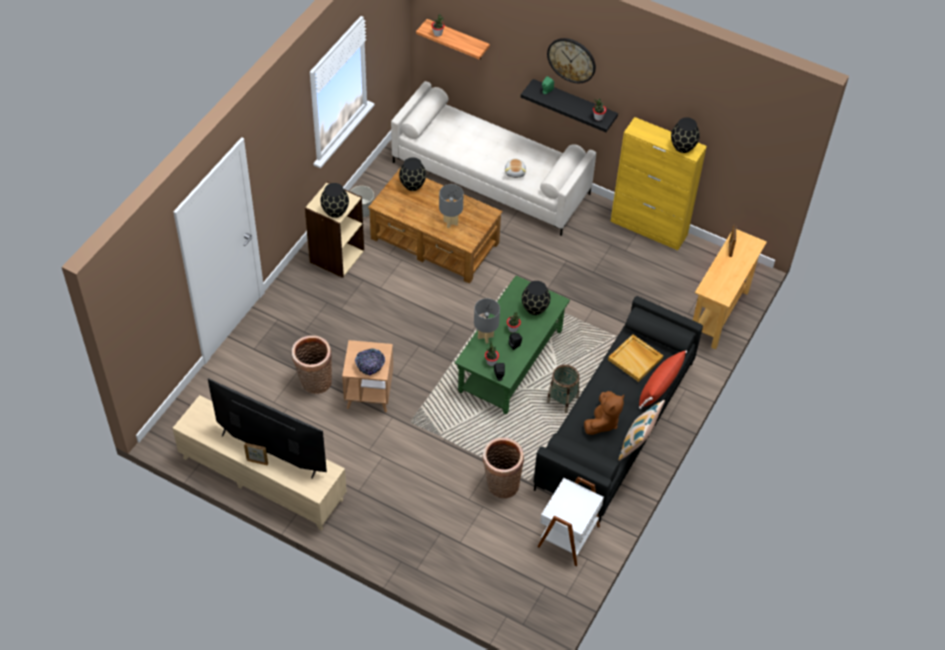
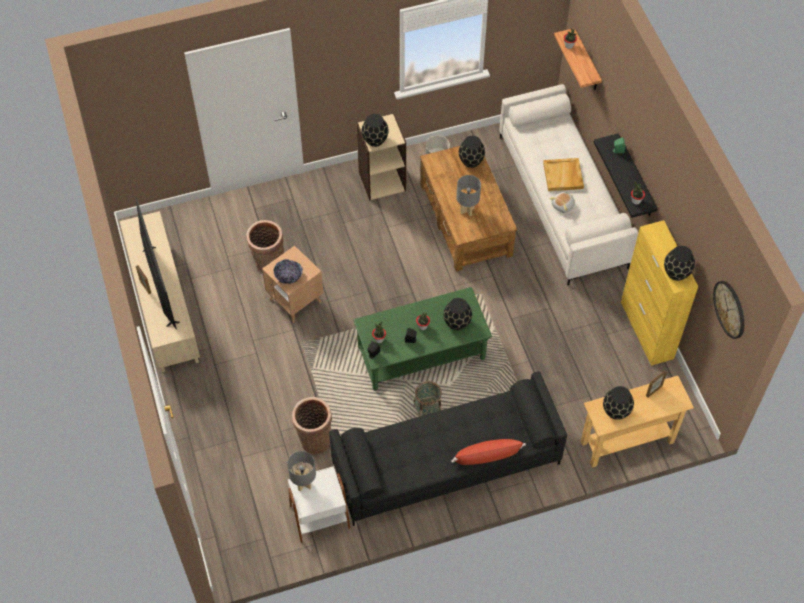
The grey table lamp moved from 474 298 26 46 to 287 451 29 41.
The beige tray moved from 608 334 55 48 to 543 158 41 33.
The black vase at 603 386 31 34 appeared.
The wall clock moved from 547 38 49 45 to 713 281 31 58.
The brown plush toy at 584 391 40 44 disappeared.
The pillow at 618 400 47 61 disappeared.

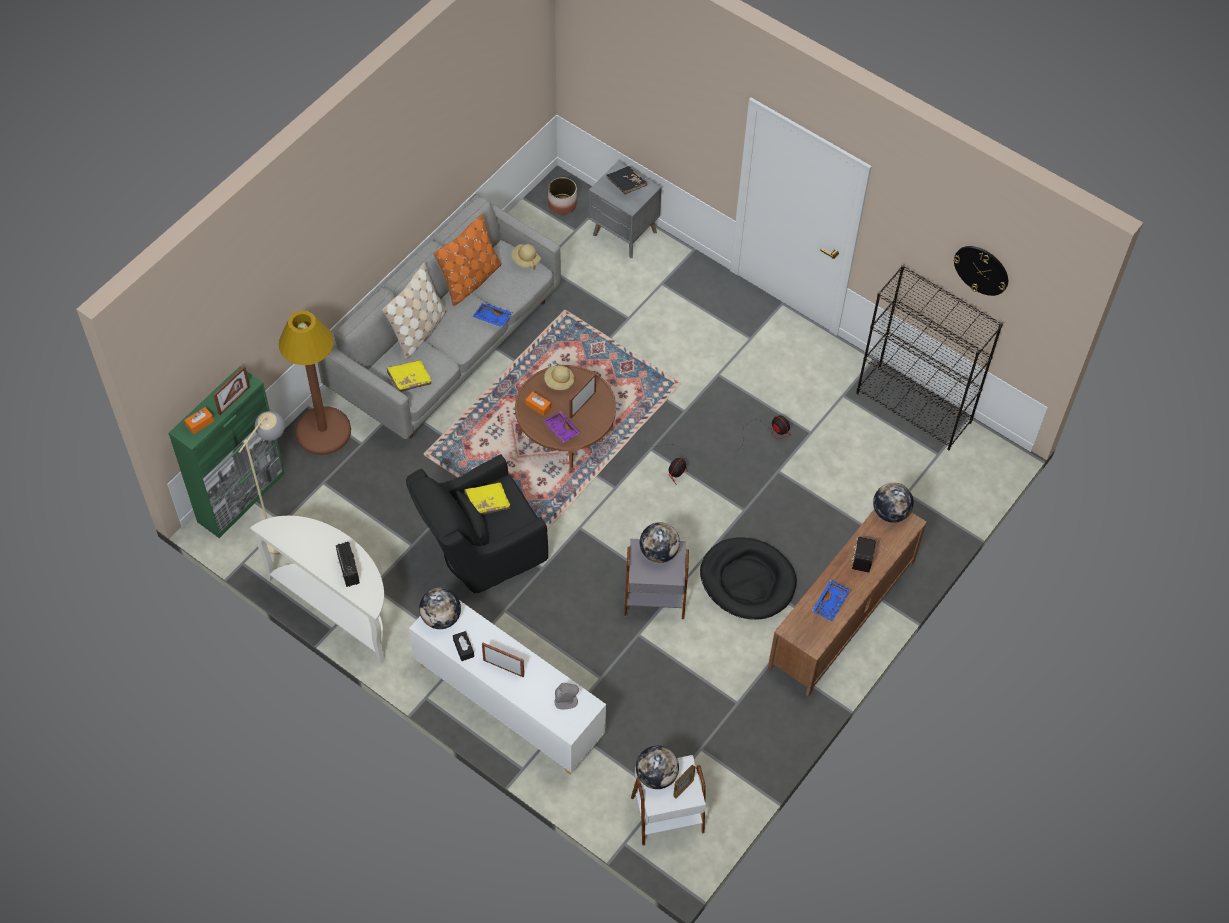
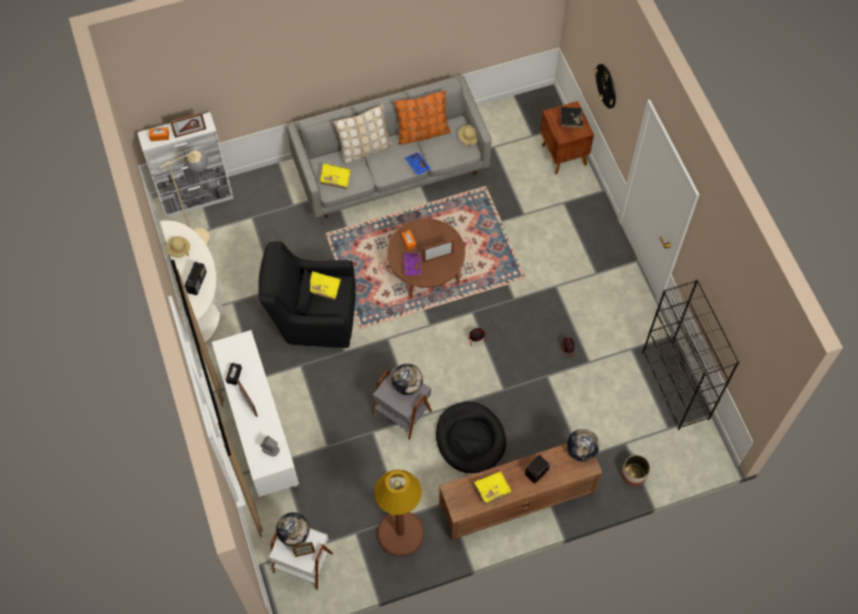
The green cabinet at 169 366 116 172 became the white cabinet at 137 112 97 106.
The beige hat moved from 544 366 31 24 to 165 236 25 22.
The brown floor lamp moved from 279 310 72 145 to 374 470 50 87.
The blue tray at 812 580 38 41 was replaced by the yellow book at 473 471 38 34.
The grey nightstand at 588 161 74 97 became the brown nightstand at 540 101 54 73.
The wall clock moved from 953 246 55 50 to 594 64 22 45.
The planter moved from 548 177 29 38 to 621 455 29 31.
The globe at 419 588 42 41 disappeared.

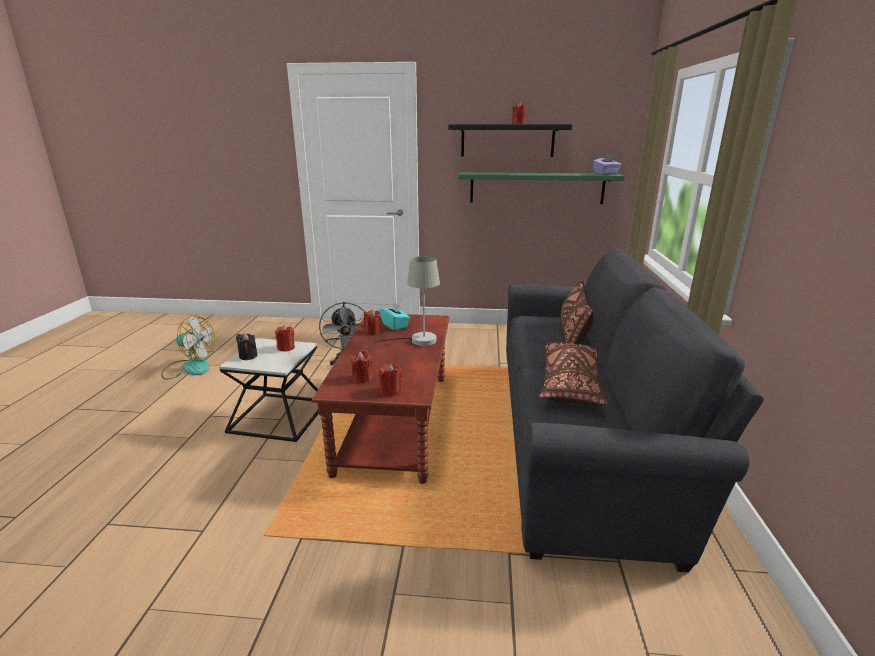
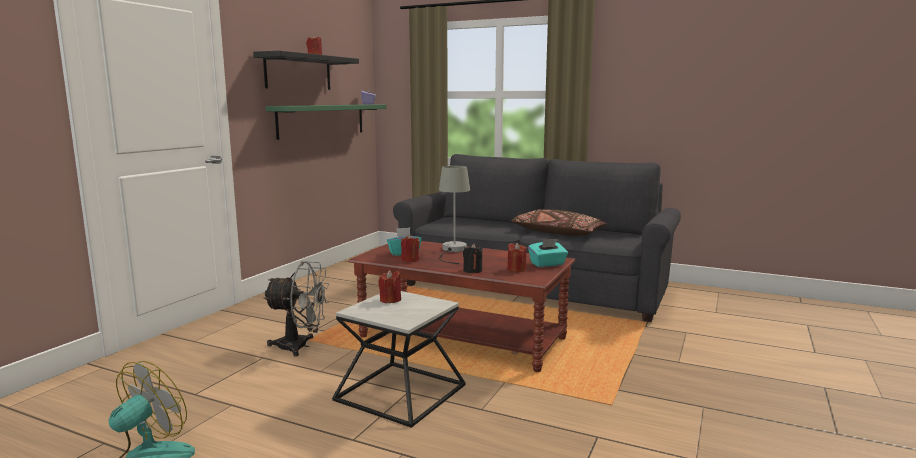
The black candle moved from 236 333 21 27 to 463 244 20 29.
The red candle at 379 364 23 33 was replaced by the turquoise tissue box at 528 239 40 28.
The brown pillow at 561 281 33 63 disappeared.

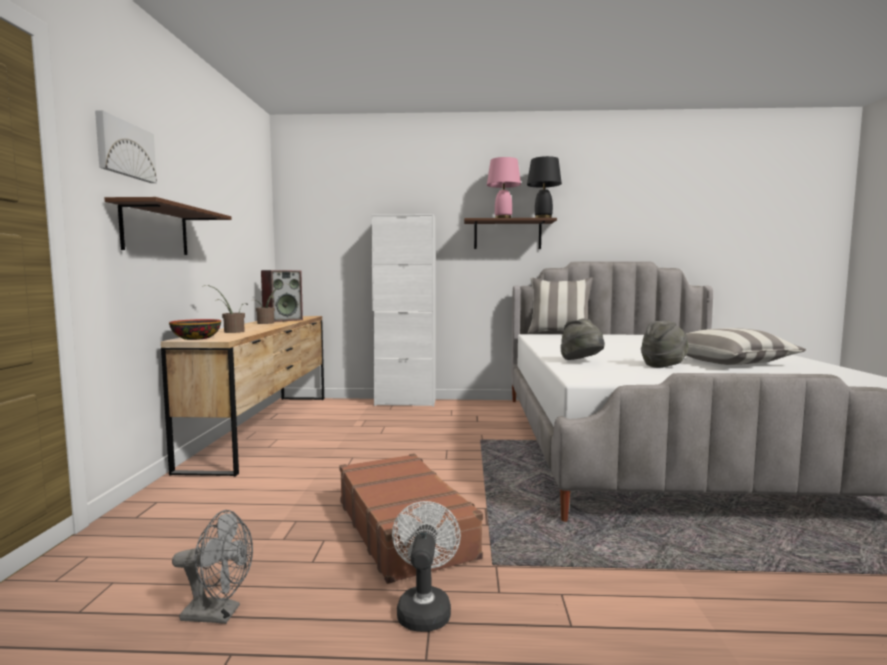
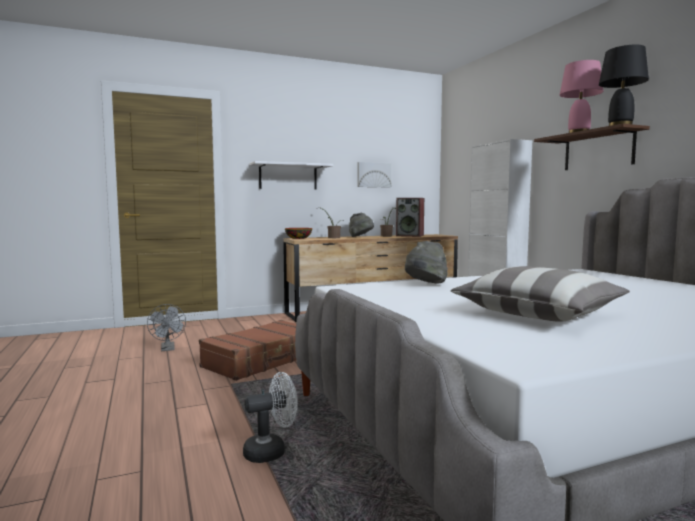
The white fan moved from 392 501 69 131 to 243 372 55 91.
The brown shelf at 105 197 127 58 became the white shelf at 249 161 84 29.
The grey hat moved from 641 320 47 48 to 349 213 25 24.
The picture moved from 95 110 62 73 to 357 162 35 26.
The pillow at 528 277 65 57 disappeared.

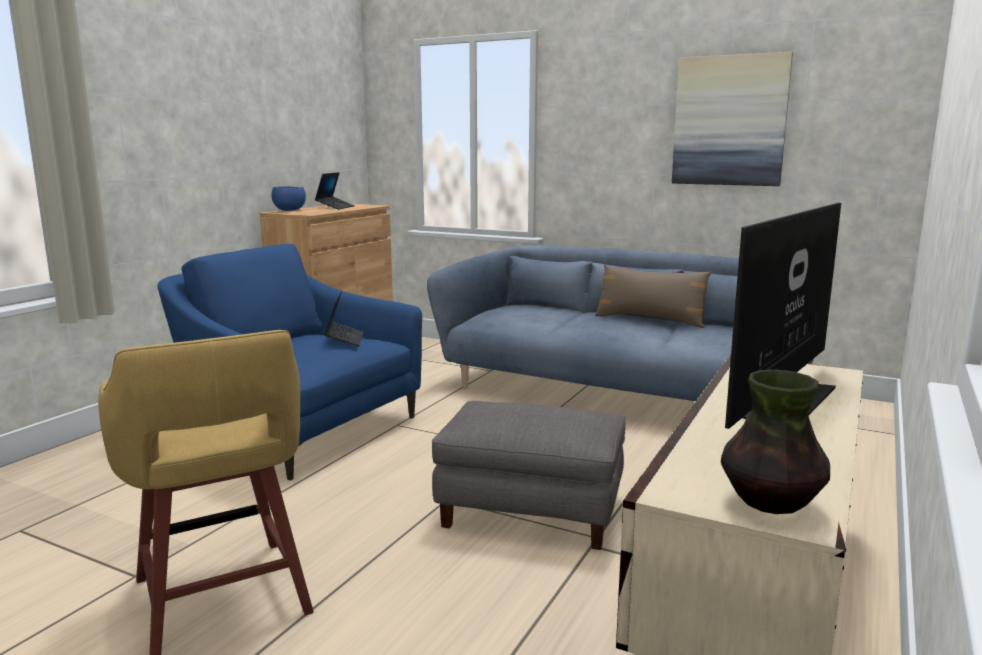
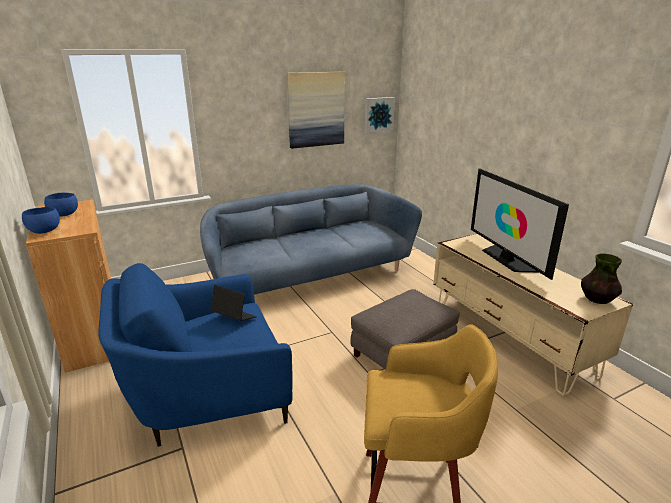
The laptop at 315 172 39 38 was replaced by the blue bowl at 44 193 34 24.
The picture at 364 97 31 36 appeared.
The brown pillow at 595 264 116 64 disappeared.

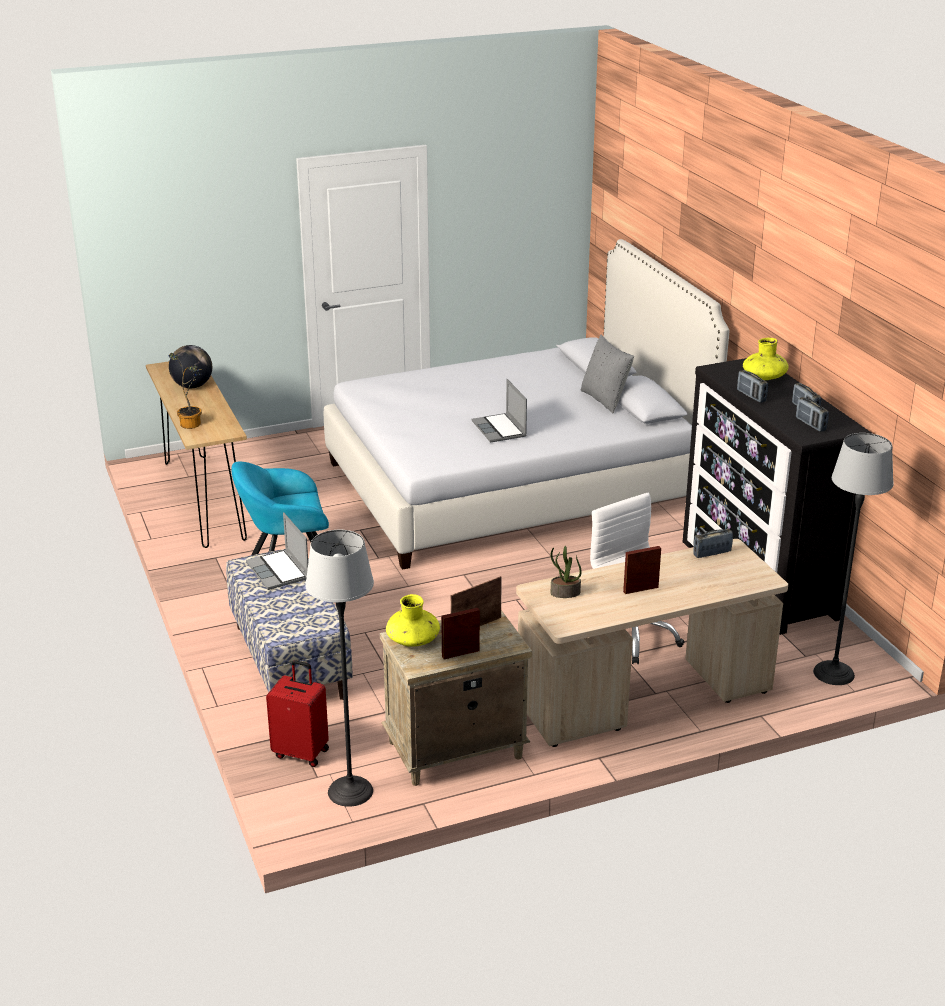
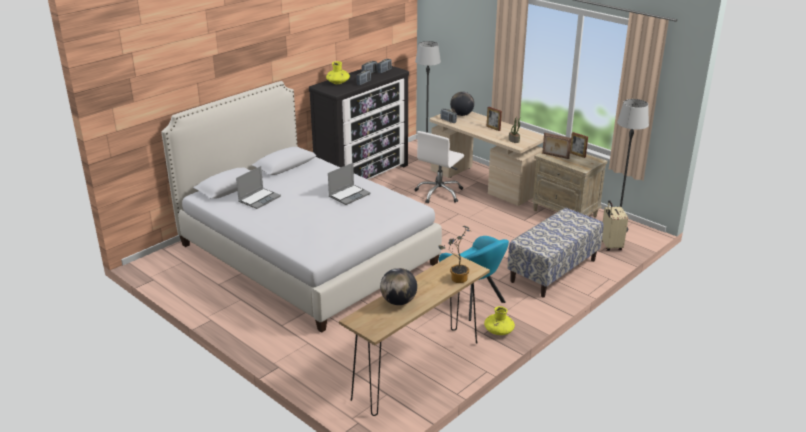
The laptop moved from 246 512 62 78 to 236 166 45 43.
The globe at 450 92 24 24 appeared.
The yellow vase moved from 386 594 54 53 to 484 306 31 29.
The red suitcase at 266 660 63 107 became the beige suitcase at 602 200 26 51.
The grey pillow at 581 335 53 79 disappeared.

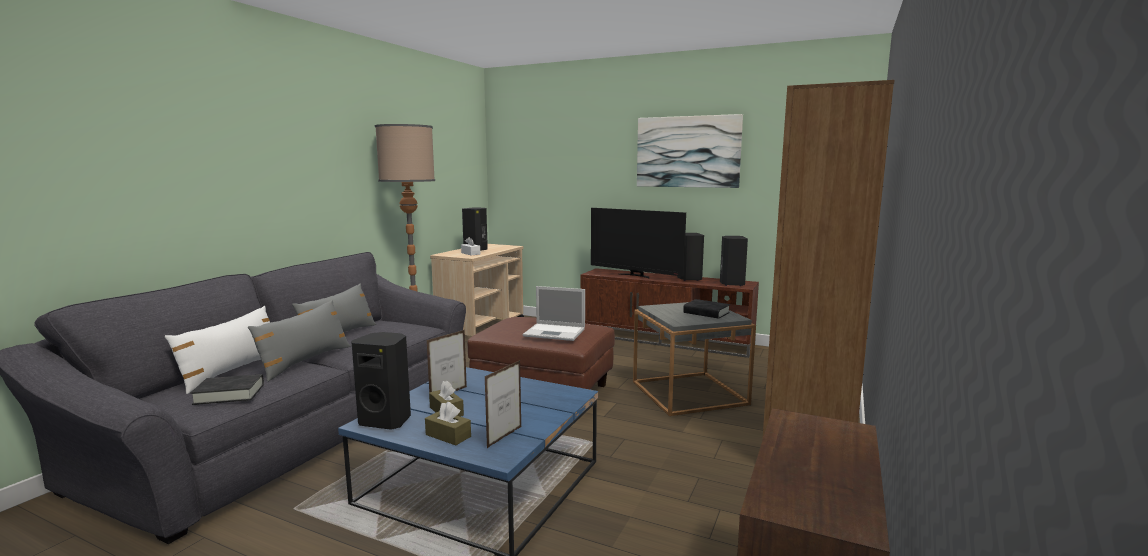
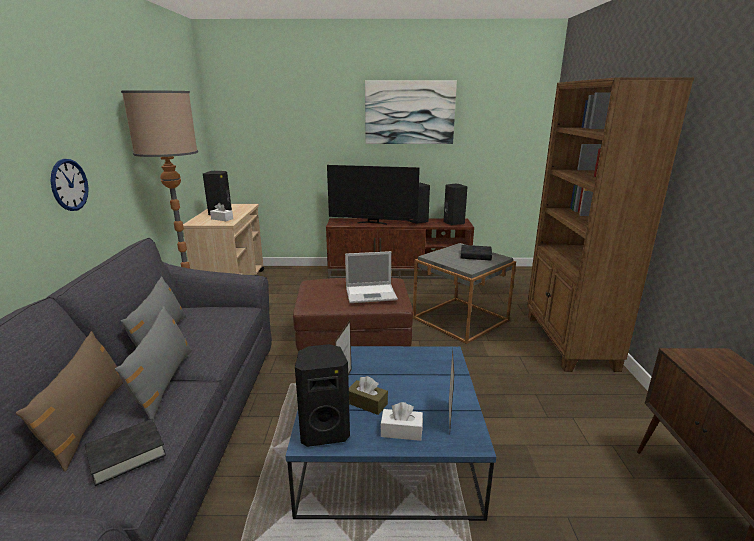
The white pillow at 165 306 105 88 became the brown pillow at 16 331 107 141.
The wall clock at 51 159 38 52 appeared.
The brown tissue box at 425 402 46 43 became the white tissue box at 380 402 43 39.

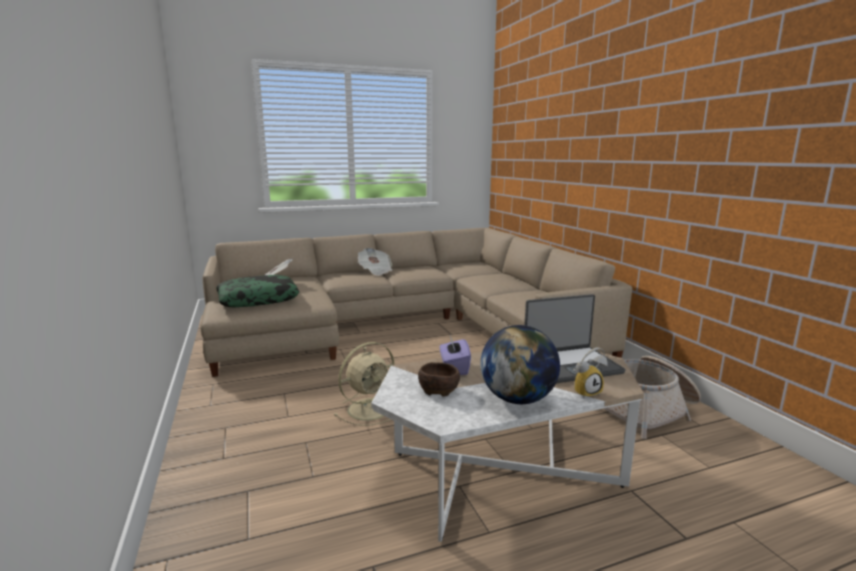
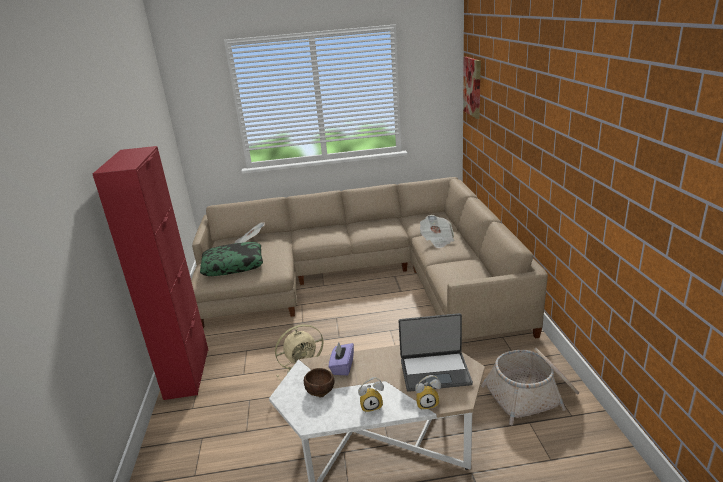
The red cabinet at 93 146 115 254 appeared.
The globe at 480 325 80 79 was replaced by the alarm clock at 358 377 26 36.
The newspaper moved from 358 248 35 28 to 420 215 35 33.
The picture at 463 57 18 62 appeared.

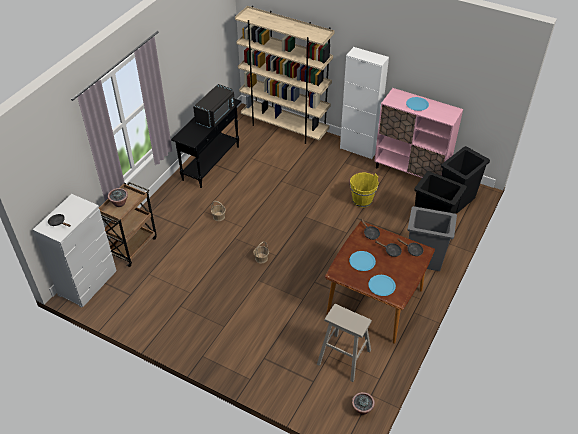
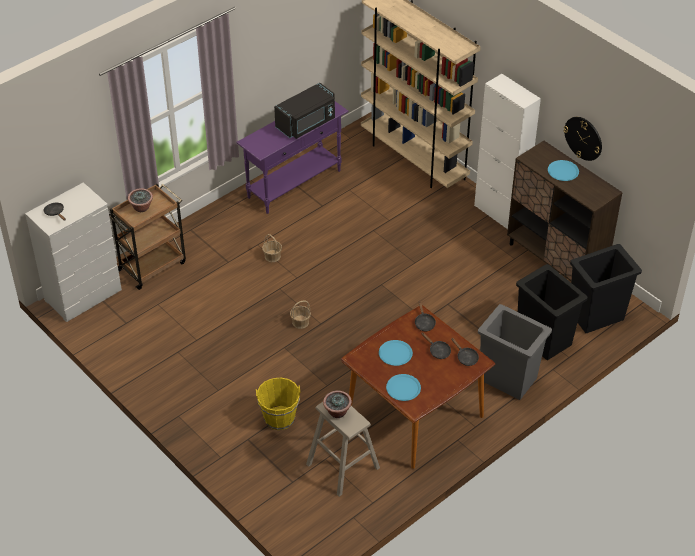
The black console table at 171 99 70 89 became the purple console table at 236 101 113 113.
The yellow bucket moved from 350 172 29 36 to 256 378 44 52.
The potted plant moved from 352 392 23 23 to 323 391 29 27.
The pink cabinet at 374 88 89 90 became the brown cabinet at 507 141 116 140.
The wall clock at 564 117 38 44 appeared.

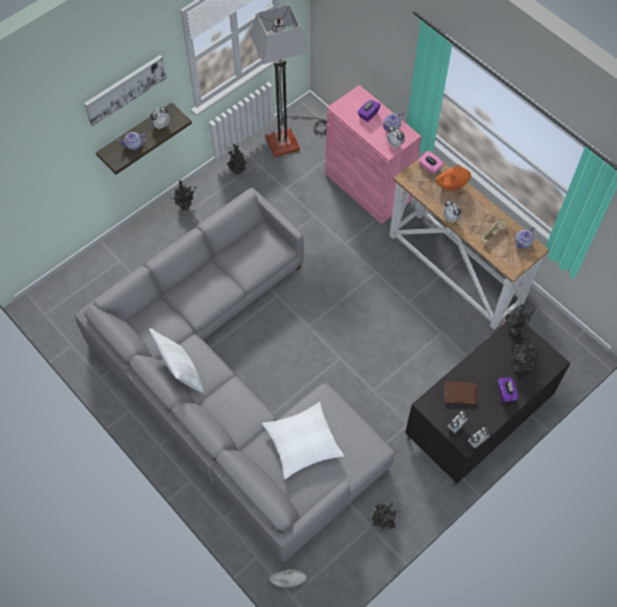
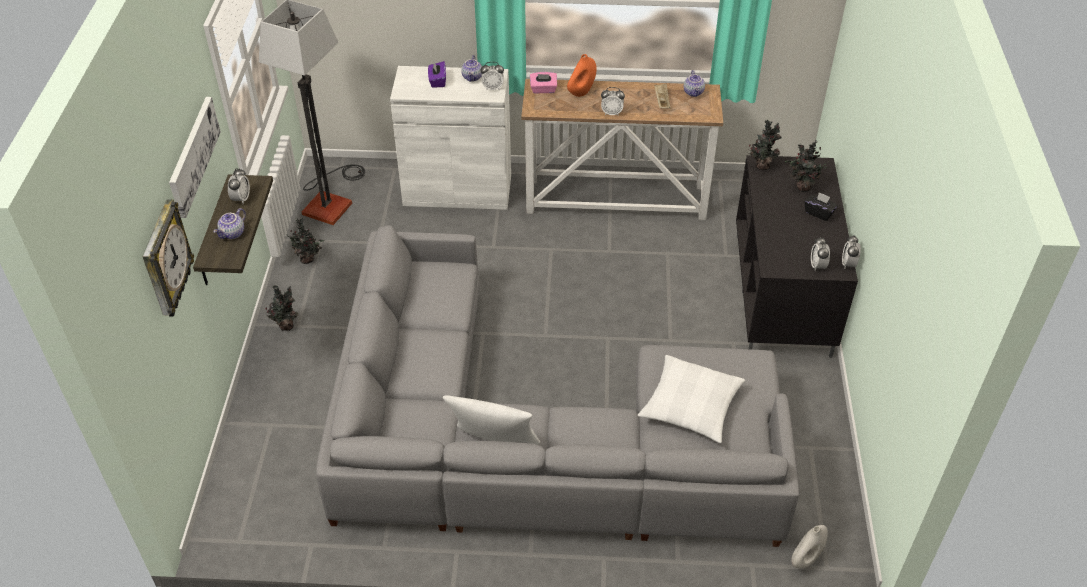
The wall clock at 142 199 52 118 appeared.
The pink cabinet at 325 85 96 139 became the white cabinet at 390 66 121 144.
The purple tissue box at 498 377 20 26 became the black tissue box at 805 192 33 29.
The potted plant at 368 502 32 29 disappeared.
The brown book at 445 382 33 23 disappeared.

